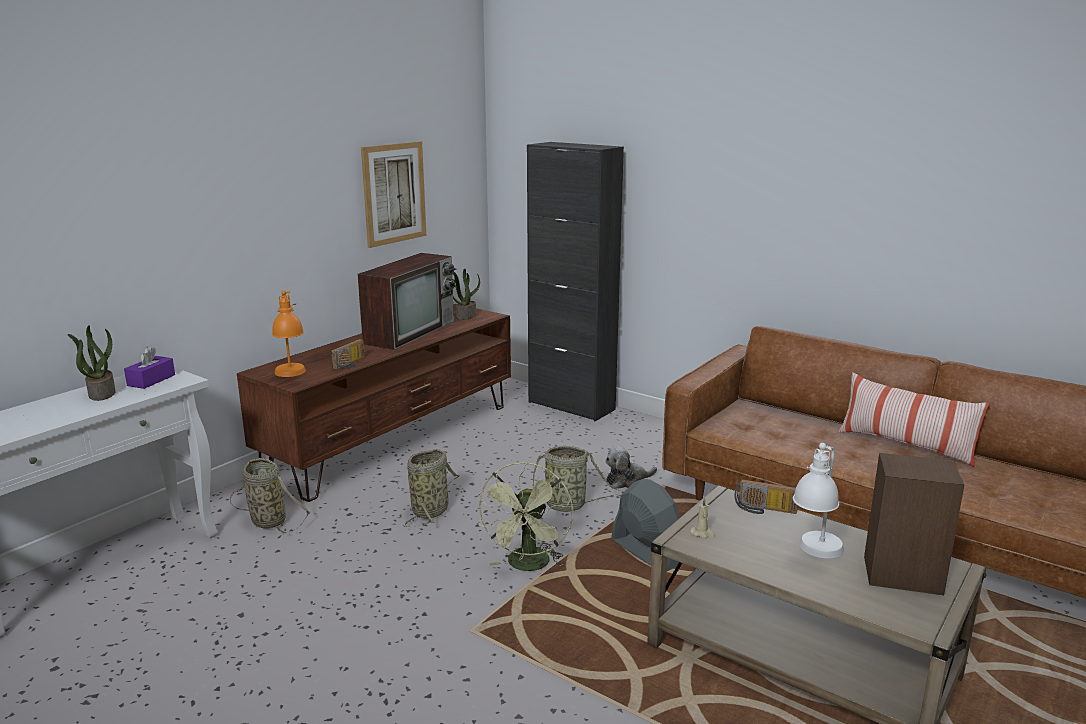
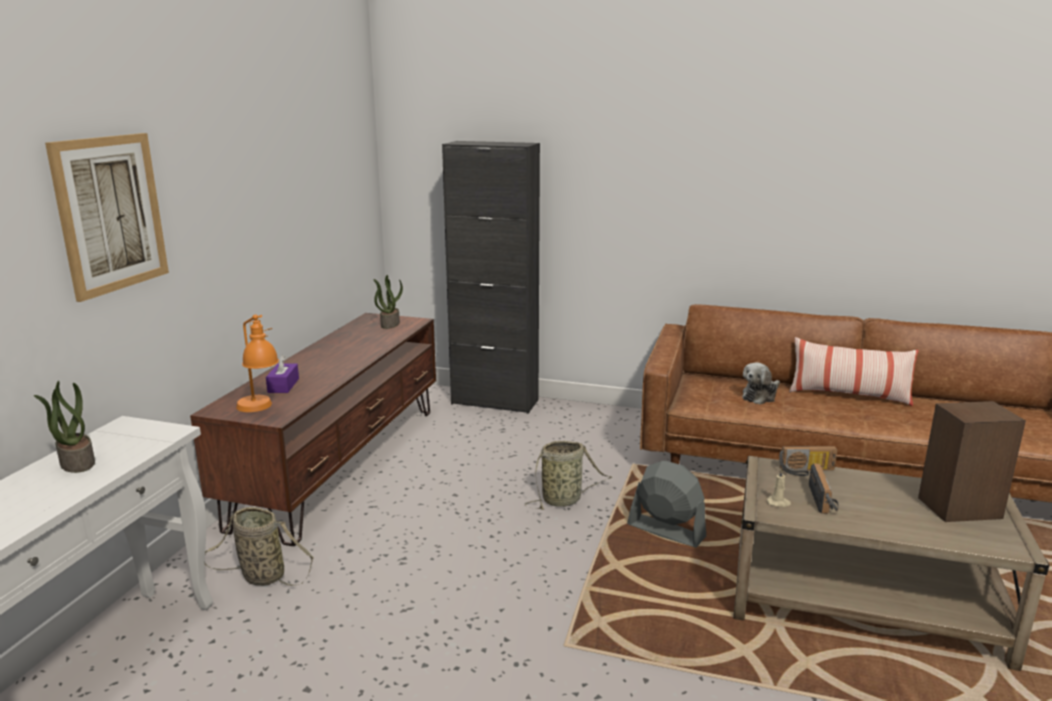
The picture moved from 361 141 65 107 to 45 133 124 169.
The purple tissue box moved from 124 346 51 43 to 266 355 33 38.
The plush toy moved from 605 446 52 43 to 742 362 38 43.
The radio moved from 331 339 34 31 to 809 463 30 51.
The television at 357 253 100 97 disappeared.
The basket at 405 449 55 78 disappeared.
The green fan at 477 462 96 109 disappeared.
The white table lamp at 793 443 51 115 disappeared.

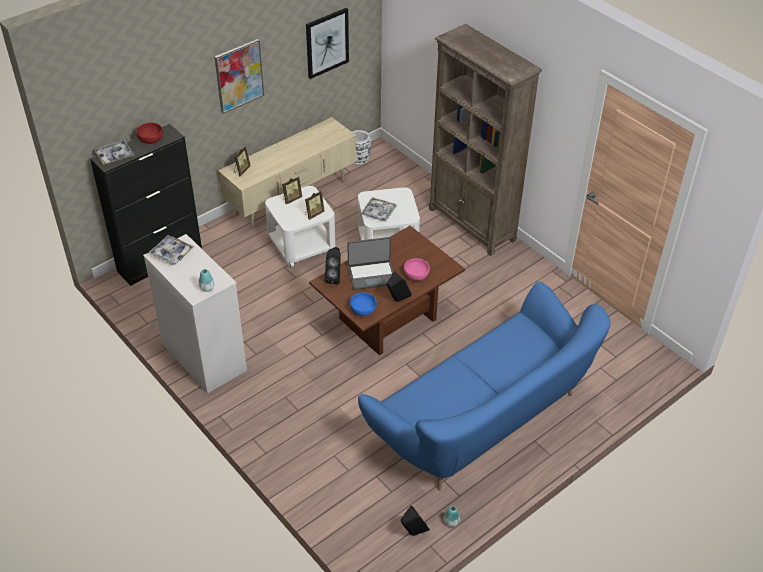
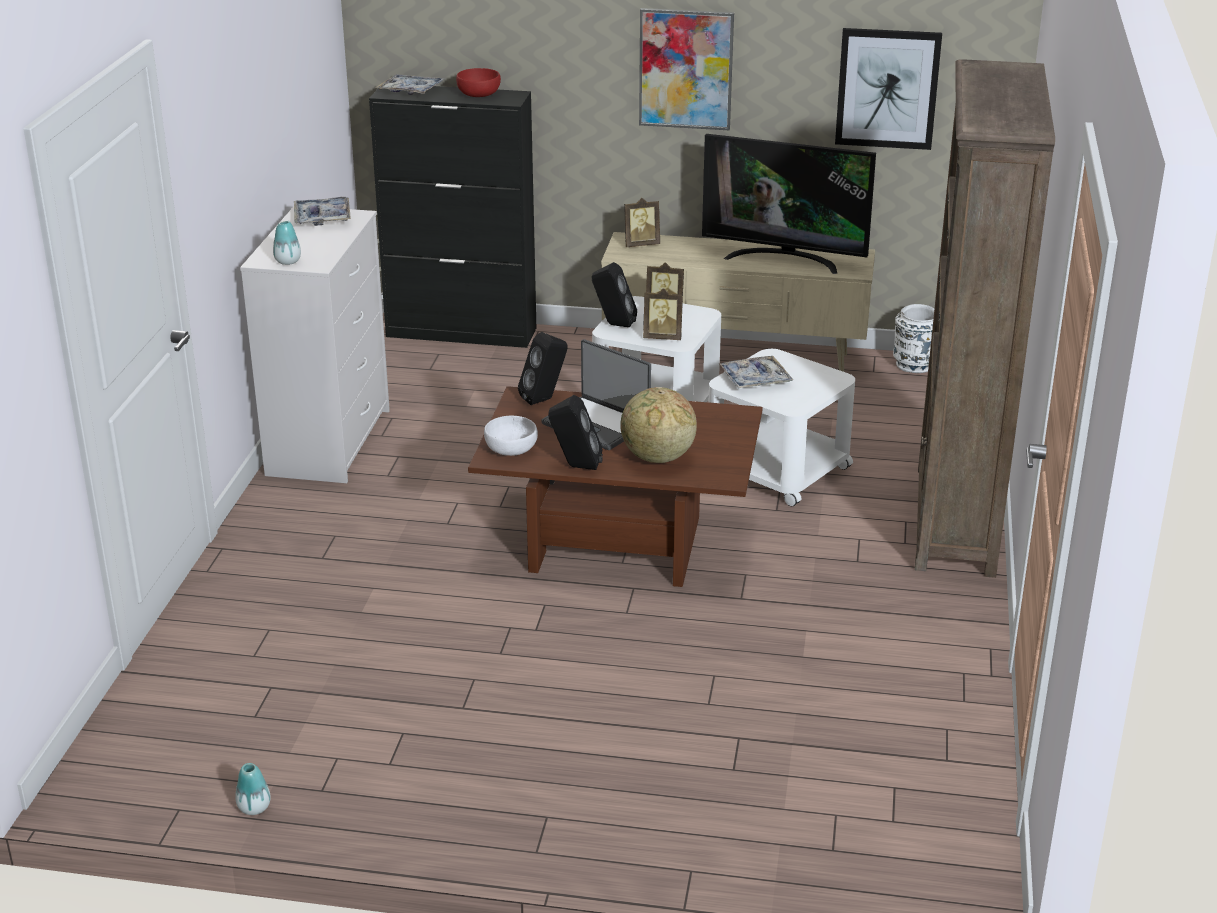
The blue bowl at 350 292 27 24 became the white bowl at 484 415 54 41.
The black speaker moved from 401 506 29 30 to 592 262 45 66.
The pink bowl at 404 258 26 23 was replaced by the globe at 620 387 77 76.
The television at 702 134 174 140 appeared.
The blue sofa at 358 282 253 209 disappeared.

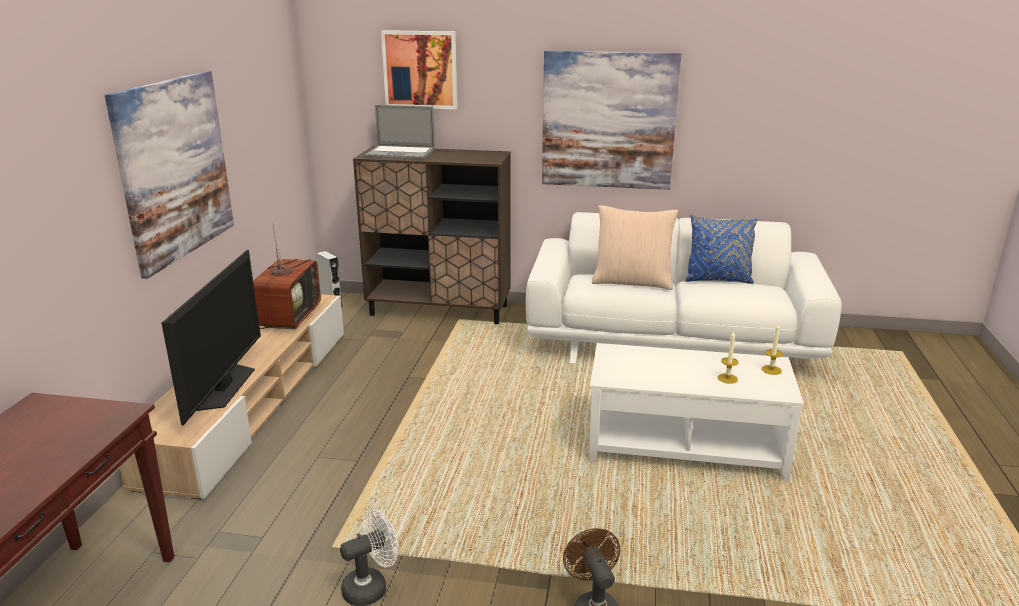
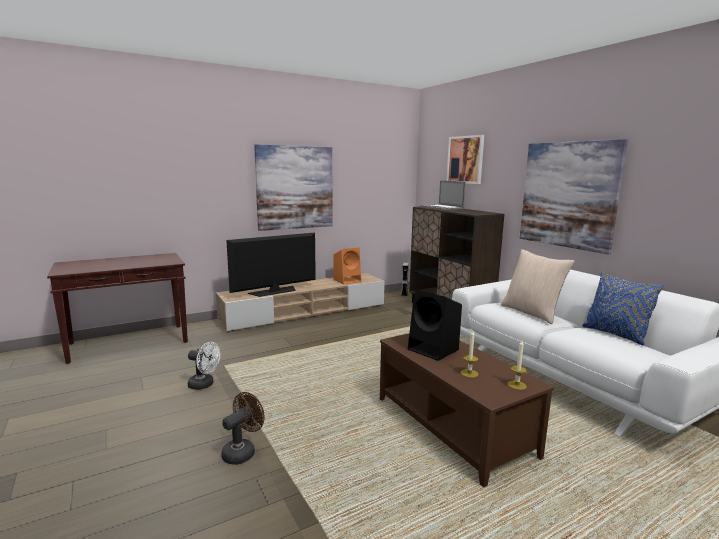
The television at 253 223 68 106 was replaced by the orange speaker at 334 247 27 37.
The white coffee table at 588 343 216 138 became the brown coffee table at 380 333 174 154.
The black speaker at 408 290 54 71 appeared.

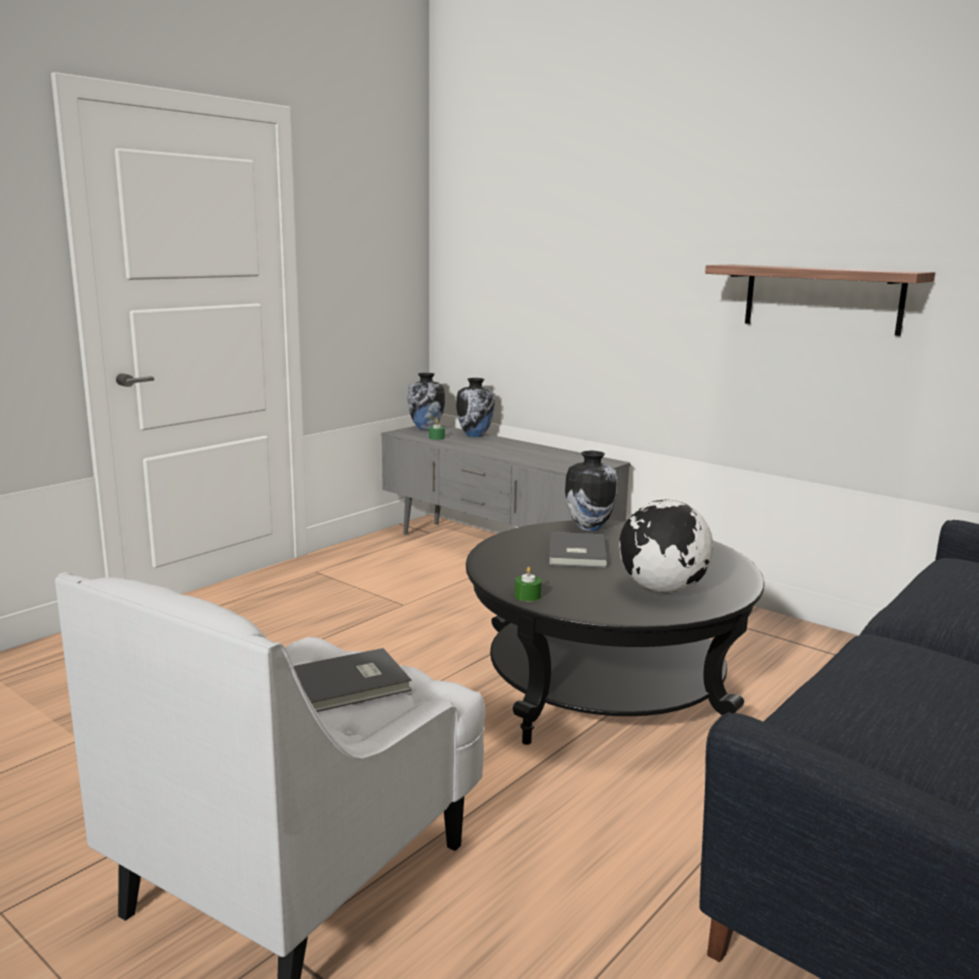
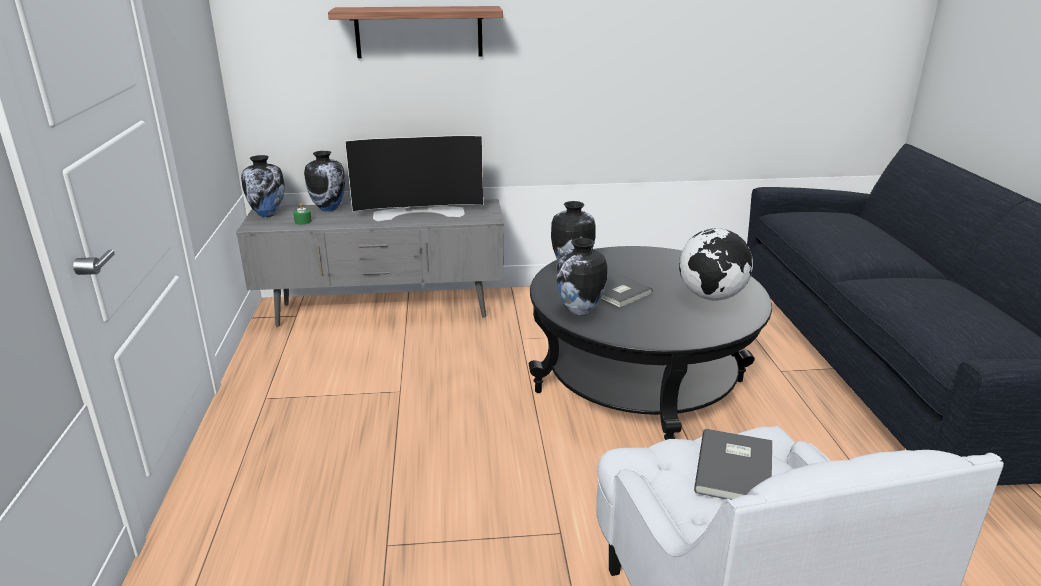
The shelf moved from 705 264 230 72 to 328 6 175 52.
The television at 345 135 139 86 appeared.
The vase at 556 238 51 77 appeared.
The green candle at 515 567 27 34 disappeared.

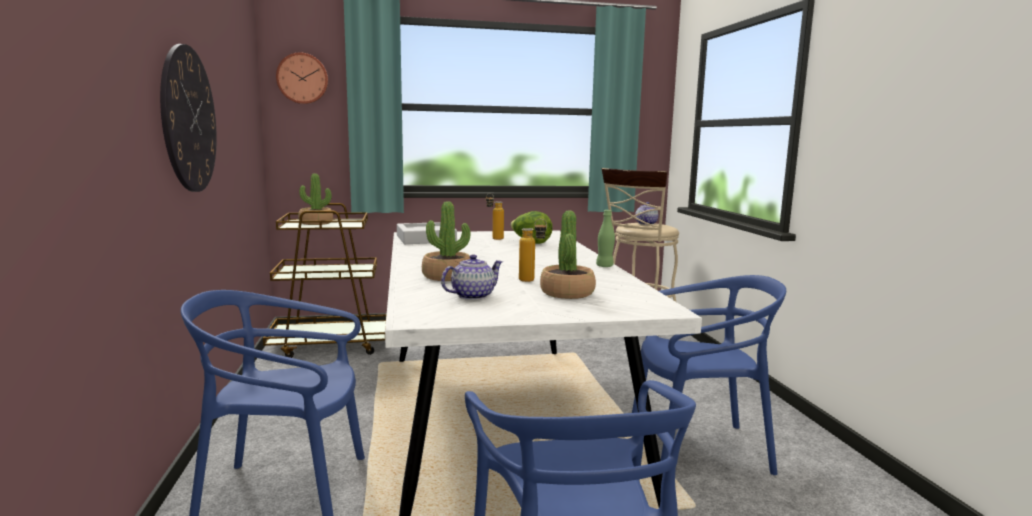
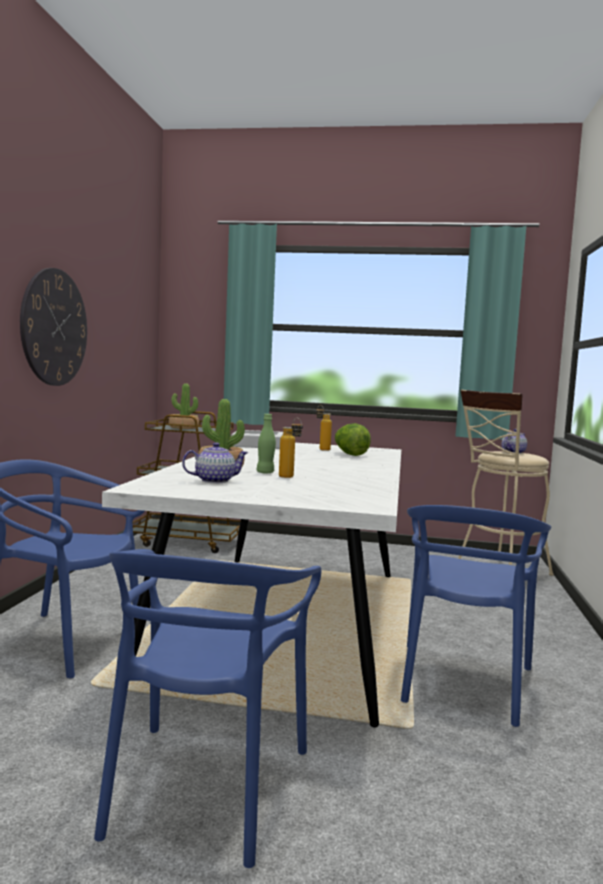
The green bottle moved from 596 210 19 57 to 257 414 19 60.
The blue chair at 632 275 154 200 turned 90 degrees clockwise.
The wall clock at 276 52 53 52 disappeared.
The potted plant at 540 211 56 88 disappeared.

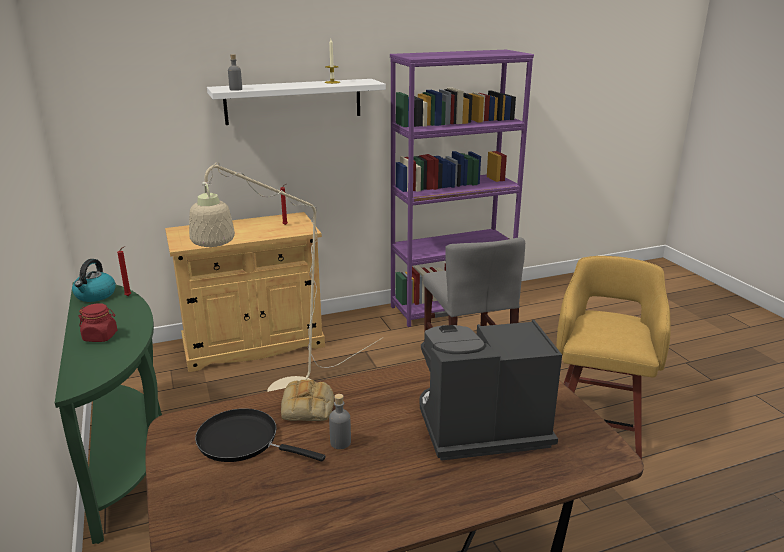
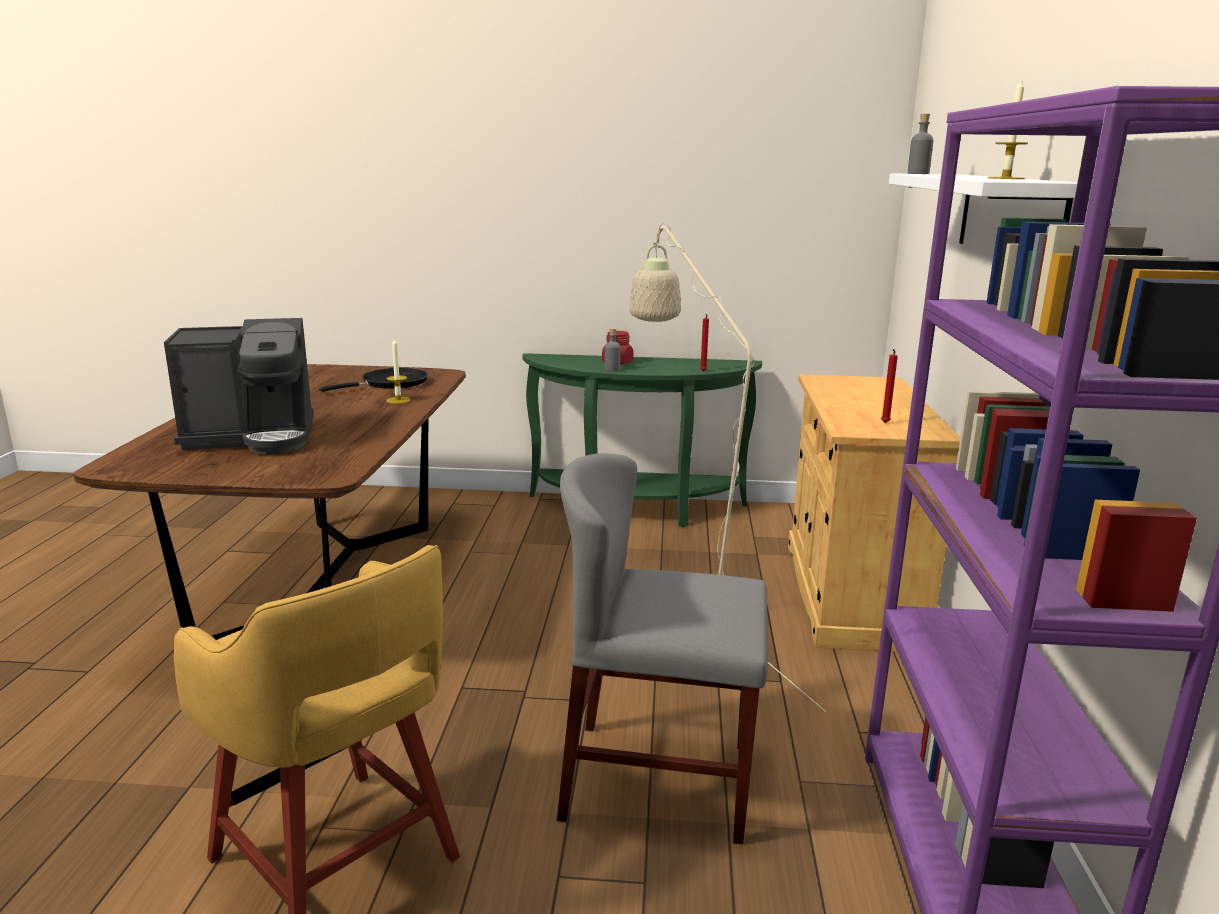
The coffee machine at 420 320 142 141 turned 60 degrees clockwise.
The bread at 281 380 53 41 was replaced by the candle at 386 338 24 66.
The grey bottle moved from 329 394 22 55 to 604 328 17 44.
The kettle at 72 259 44 43 disappeared.

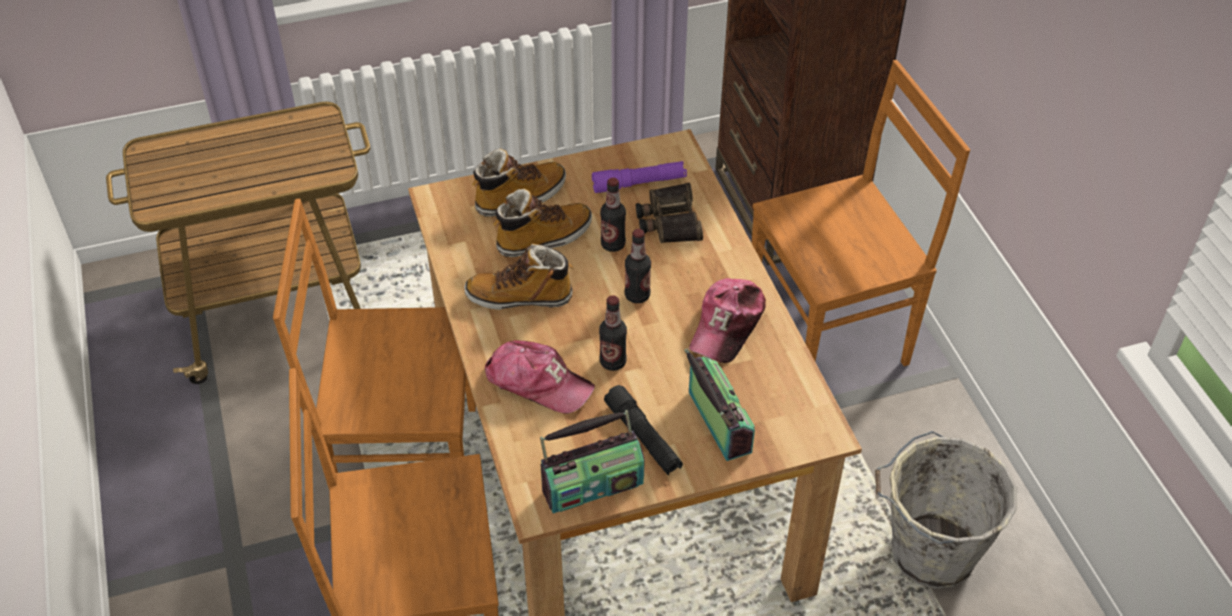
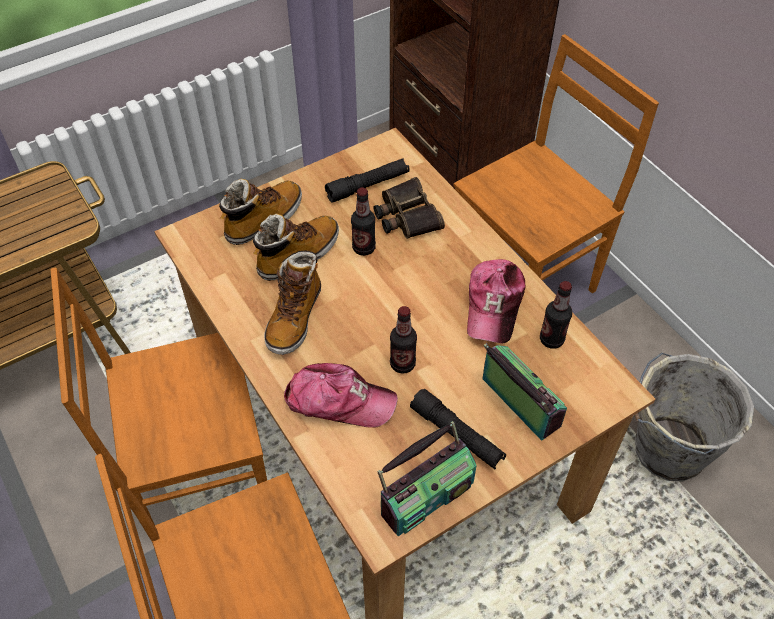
The boot at 464 243 110 67 turned 60 degrees counterclockwise.
The purple flashlight at 592 161 95 32 became the black flashlight at 325 158 85 44.
The bottle moved from 625 229 26 74 to 540 281 32 68.

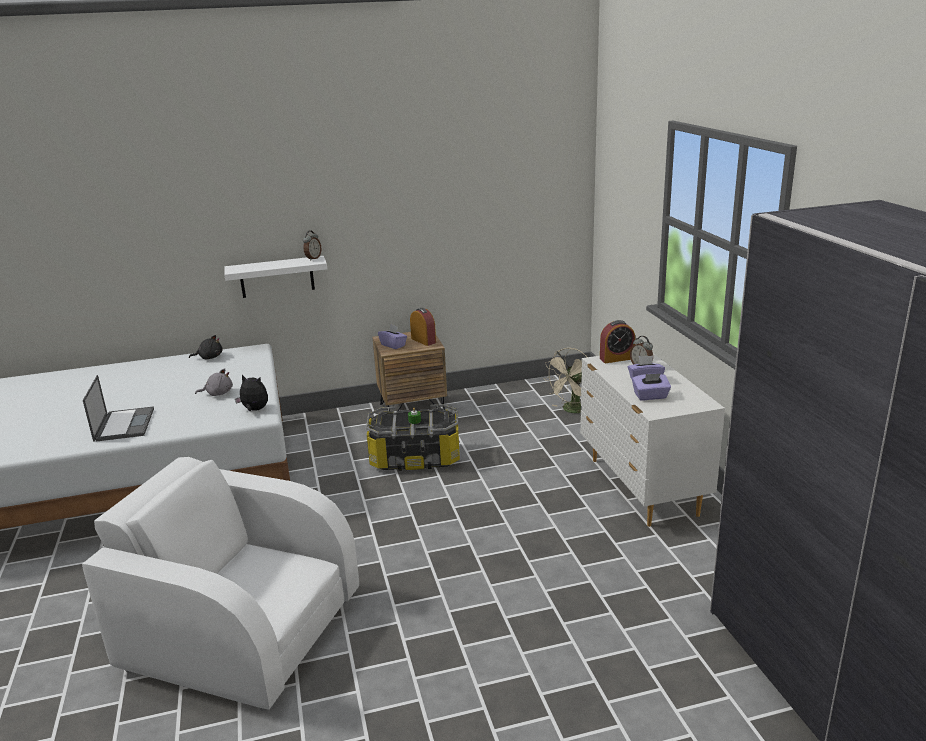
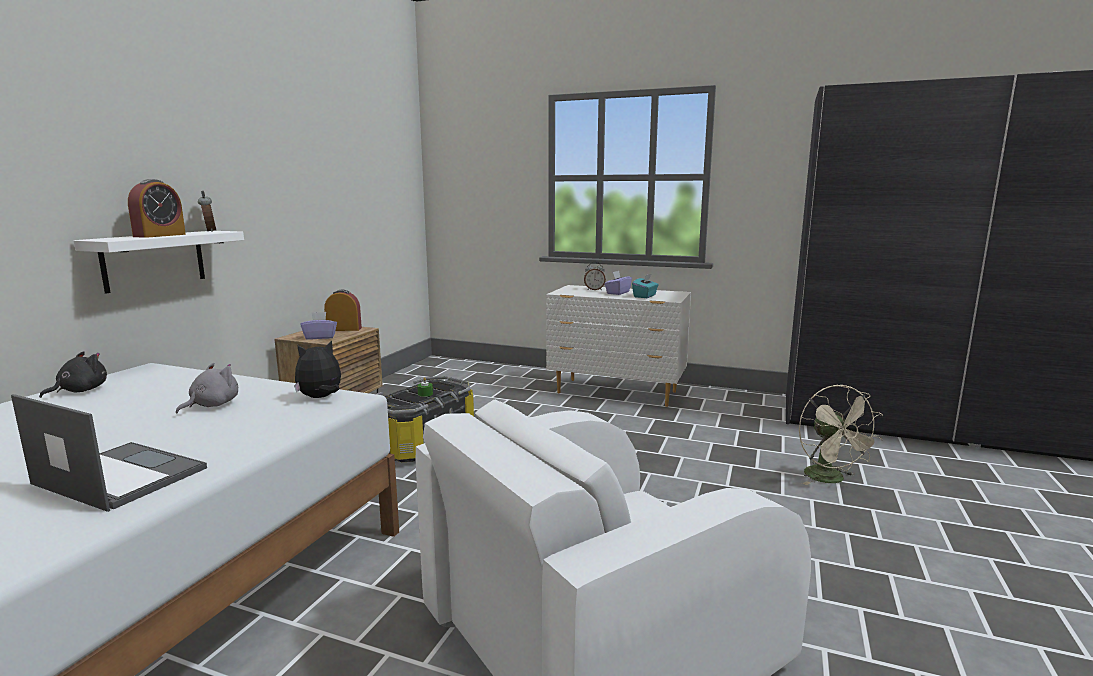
The alarm clock moved from 600 320 35 43 to 128 179 58 59.
The purple tissue box at 632 373 39 27 became the turquoise tissue box at 632 274 27 24.
The beige fan moved from 543 348 44 65 to 799 385 84 100.

